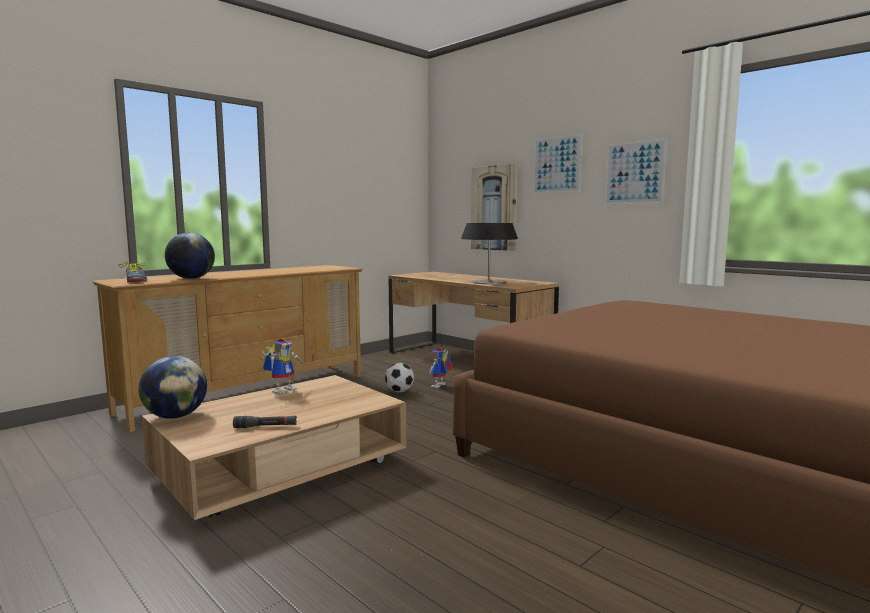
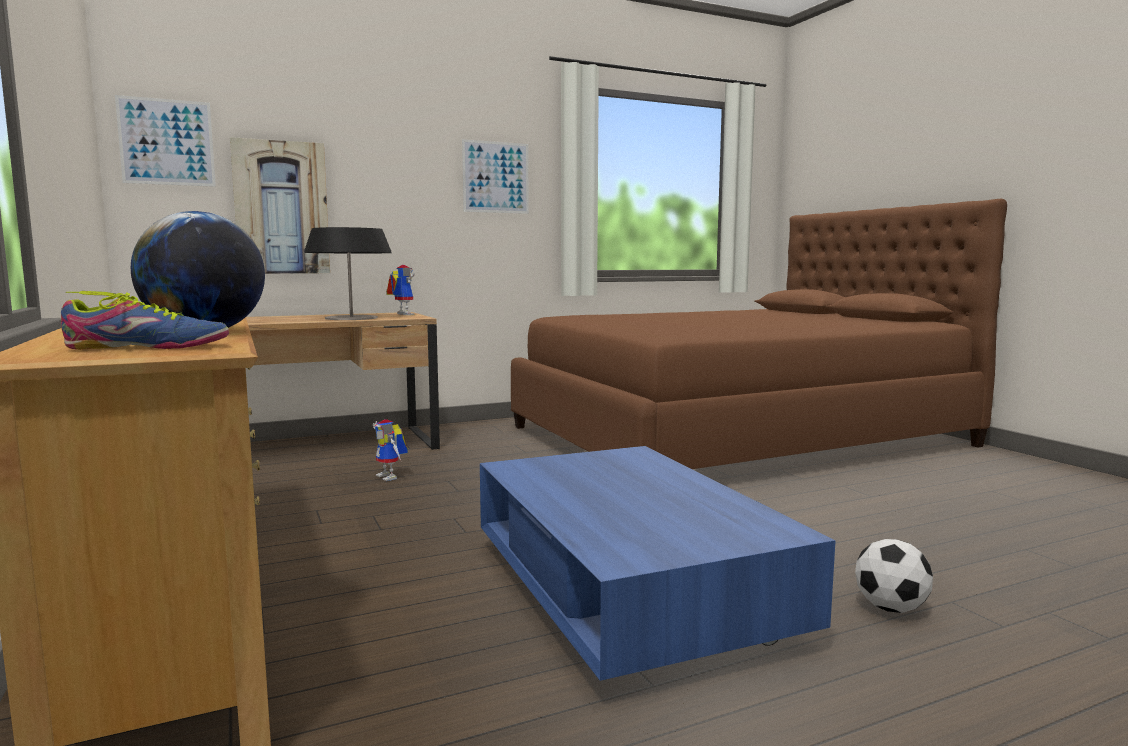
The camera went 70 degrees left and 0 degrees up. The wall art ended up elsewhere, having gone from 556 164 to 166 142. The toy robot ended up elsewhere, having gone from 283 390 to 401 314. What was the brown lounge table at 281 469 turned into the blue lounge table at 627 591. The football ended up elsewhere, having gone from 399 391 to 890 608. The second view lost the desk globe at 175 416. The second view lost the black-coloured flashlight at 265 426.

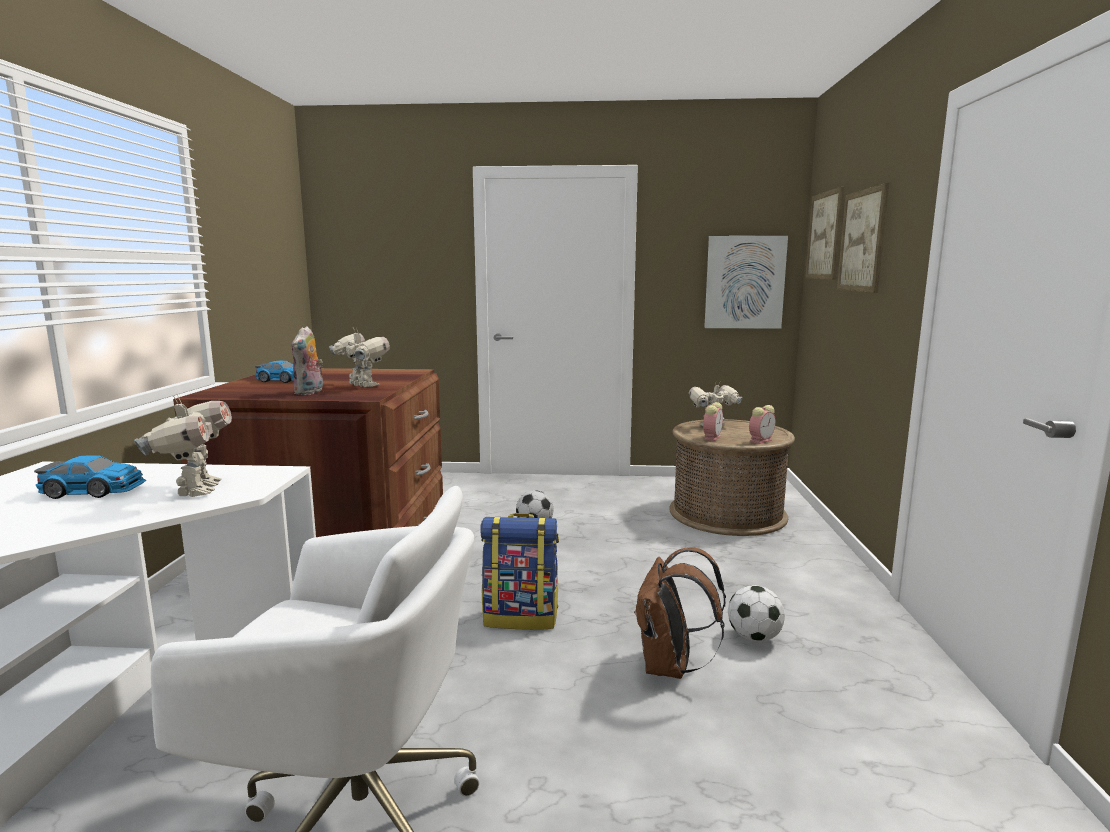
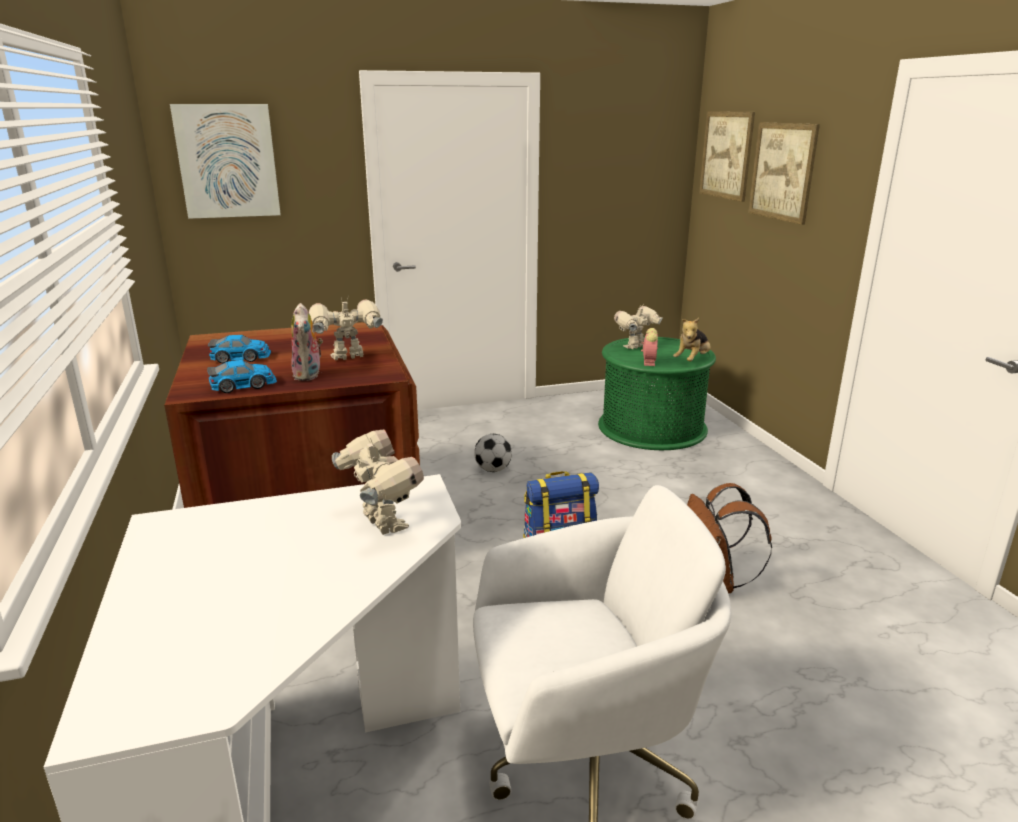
The camera went 20 degrees left and 10 degrees up. The wall art ended up elsewhere, having gone from 744 282 to 227 161. The model car ended up elsewhere, having gone from 94 491 to 244 385. The toy robot at 362 386 ended up facing another way, 45 degrees counterclockwise from before. What was the brown lounge table at 727 514 turned into the green-coloured lounge table at 652 428. Where the alarm clock stood at 761 440, the soft toy came to stand at 692 360. The second view lost the football at 753 638.

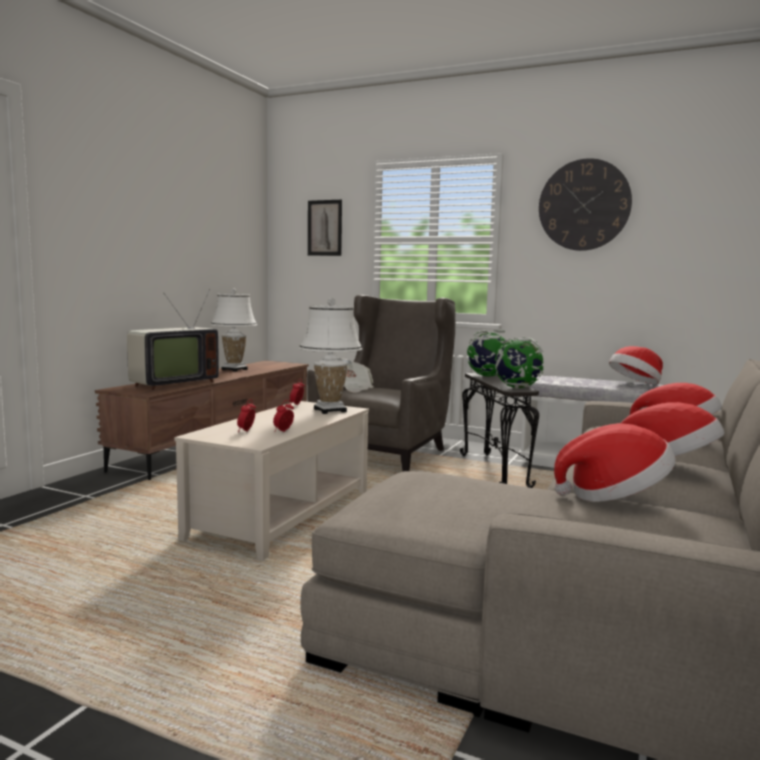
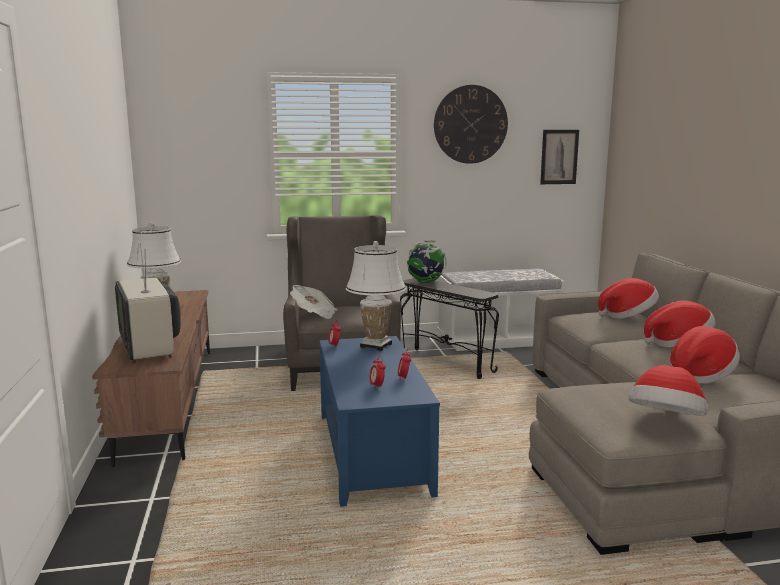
The camera went 35 degrees left and 5 degrees up. The television at 171 383 ended up facing another way, 150 degrees clockwise from before. What was the sand-coloured lounge table at 282 515 turned into the blue lounge table at 372 453. The wall art ended up elsewhere, having gone from 324 228 to 559 157. The wearable hat ended up elsewhere, having gone from 635 384 to 665 421. The second view lost the desk globe at 517 387.

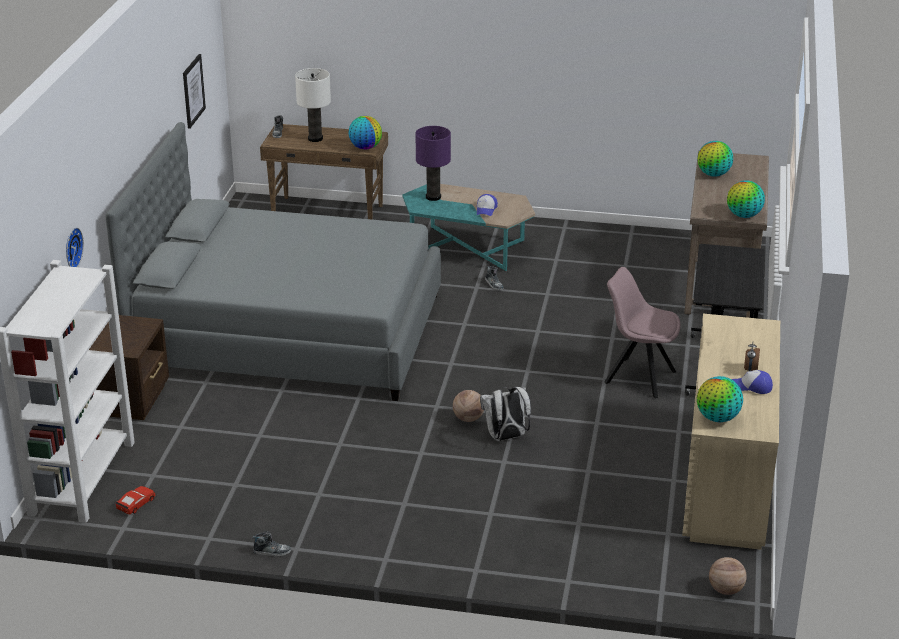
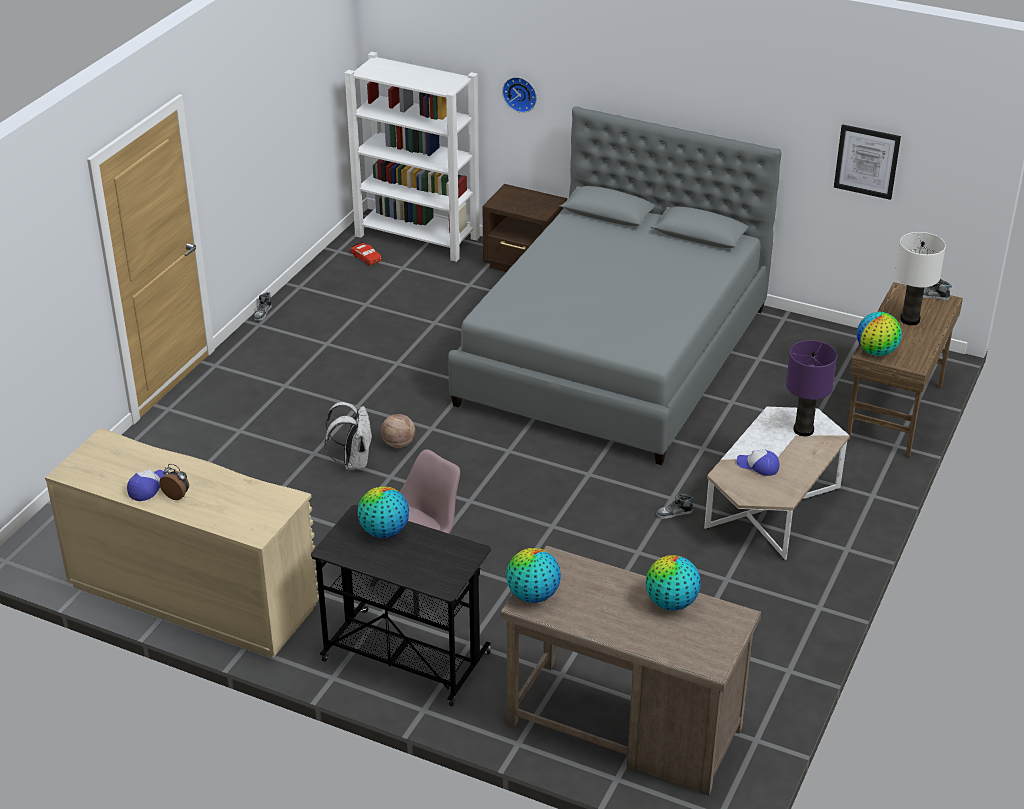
The camera went 105 degrees right and 5 degrees up. The desk globe ended up elsewhere, having gone from 717 418 to 384 532. What was the turquoise-coloured lounge table at 467 249 turned into the whitish lounge table at 773 508. The second view lost the basketball at 726 590.

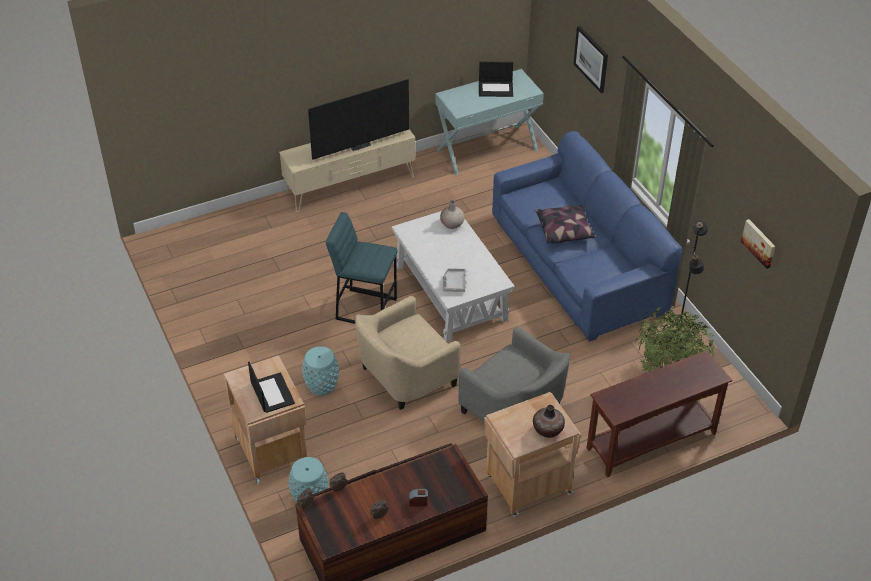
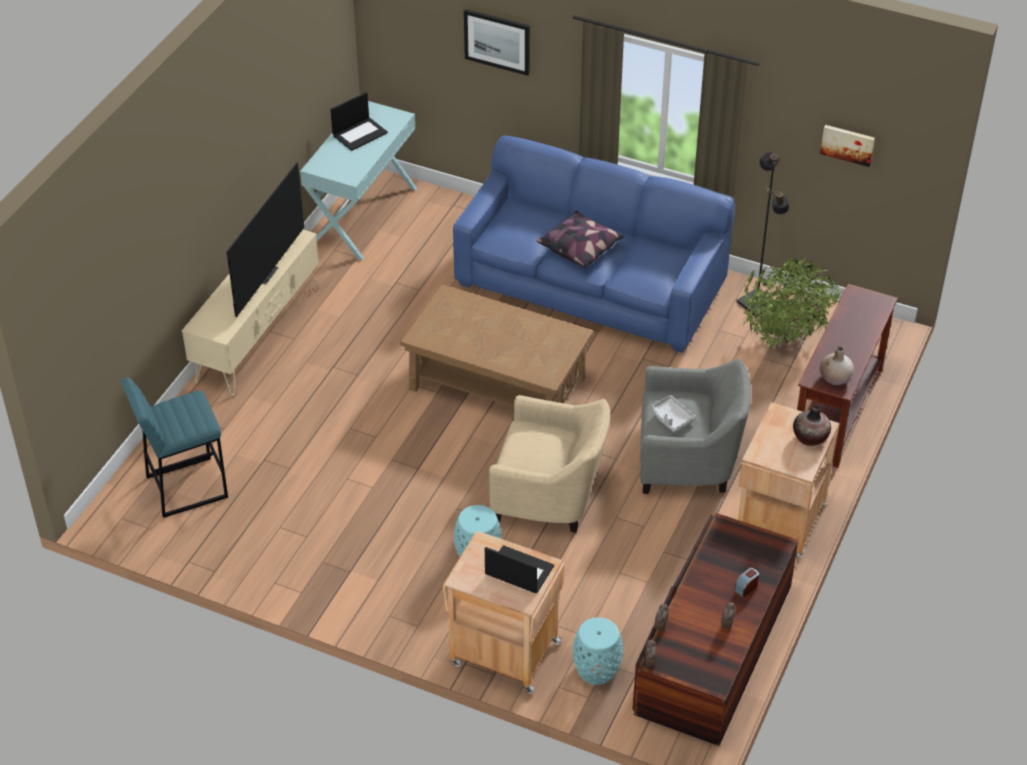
The camera went 40 degrees left and 0 degrees up. The turquoise-coloured sitting stool ended up elsewhere, having gone from 364 309 to 184 487. What was the whitish lounge table at 451 292 turned into the brown lounge table at 498 383. The sand-coloured armchair at 405 376 ended up facing another way, 90 degrees counterclockwise from before. The gray serving tray ended up elsewhere, having gone from 454 283 to 672 418. The sand-coloured flower vase ended up elsewhere, having gone from 452 224 to 835 378.

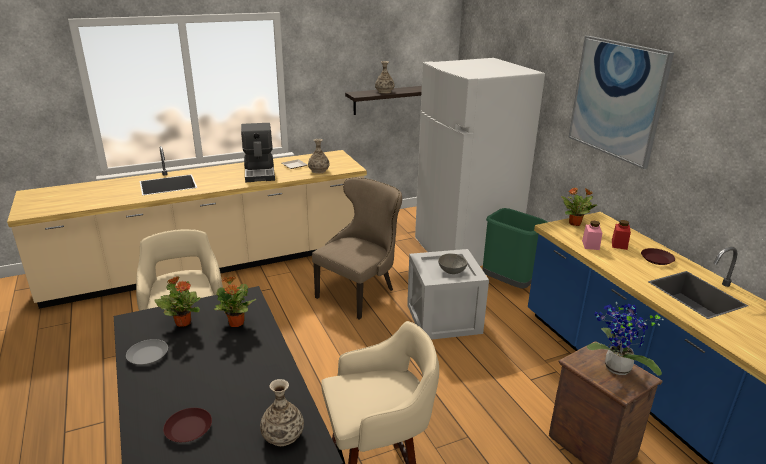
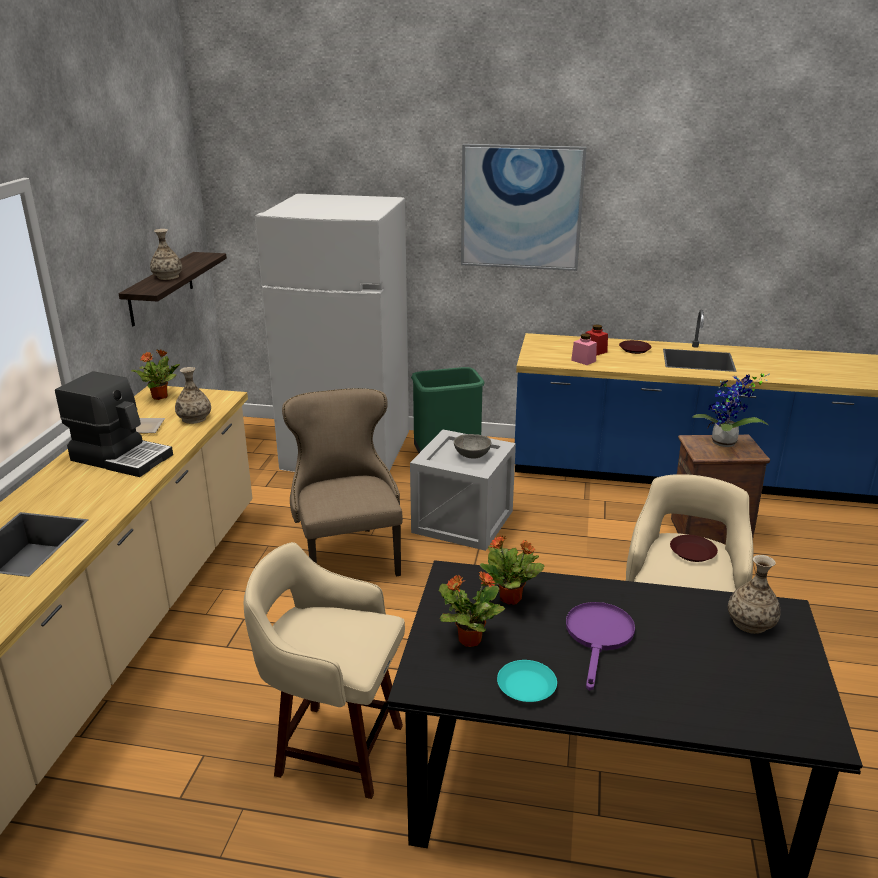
The camera went 55 degrees left and 0 degrees up. The potted plant ended up elsewhere, having gone from 575 223 to 160 396. What was the gray flat dish at 147 356 turned into the turquoise-coloured flat dish at 527 686. The second view gained the purple frying pan at 599 637. The brown flat dish ended up elsewhere, having gone from 189 428 to 692 552.

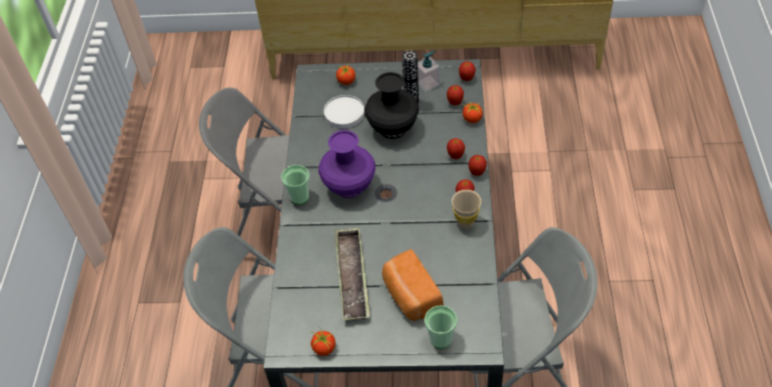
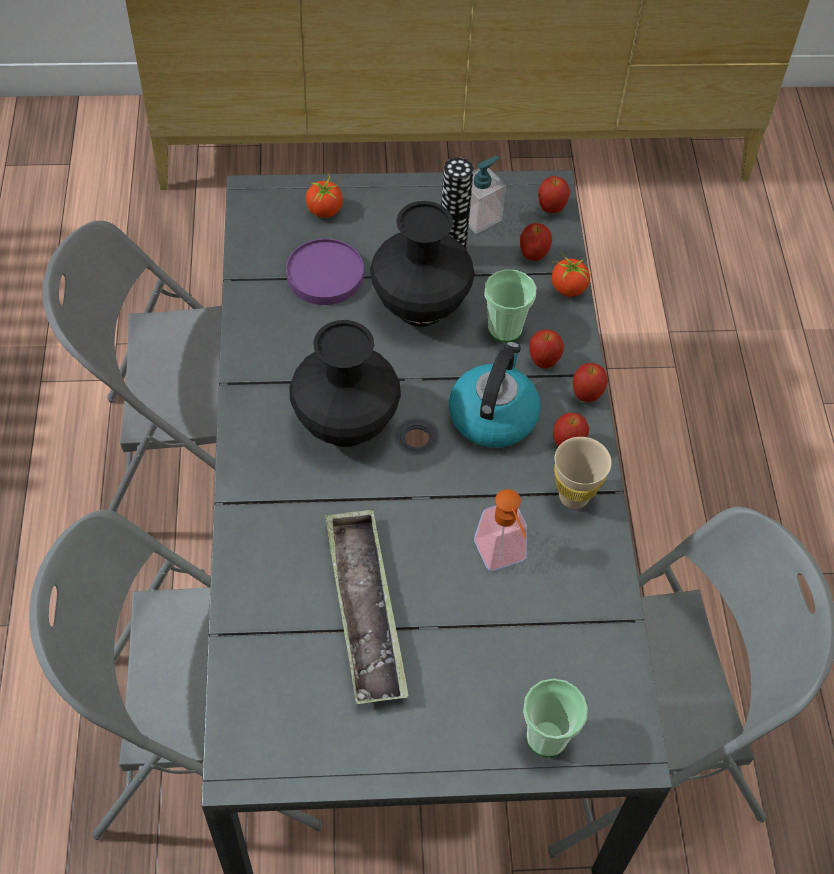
The camera went 10 degrees left and 5 degrees up. What was the whitish flat dish at 344 113 turned into the purple flat dish at 325 275. What was the purple flower vase at 349 186 turned into the black-coloured flower vase at 345 422. The second view gained the tea kettle at 492 415. The second view gained the liquid soap bottle at 503 558. The drinking cup ended up elsewhere, having gone from 299 197 to 505 329. The second view lost the whole tomato at 324 348. The second view lost the bread at 410 296.

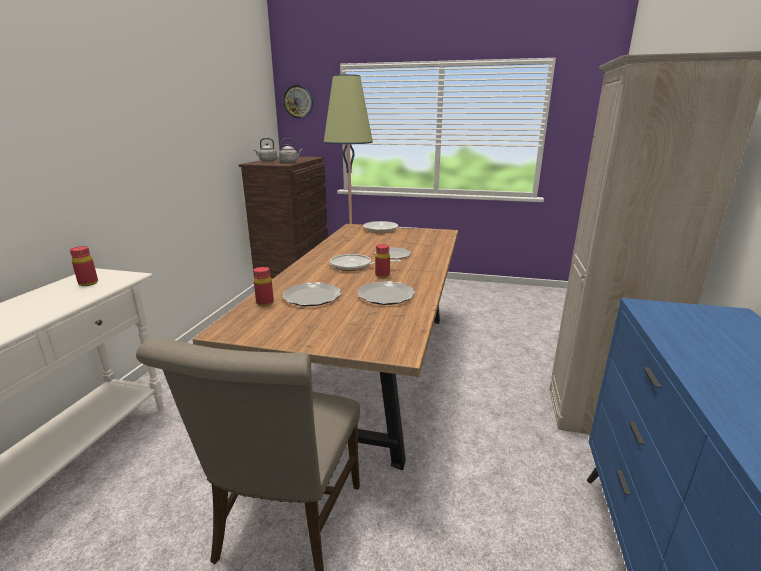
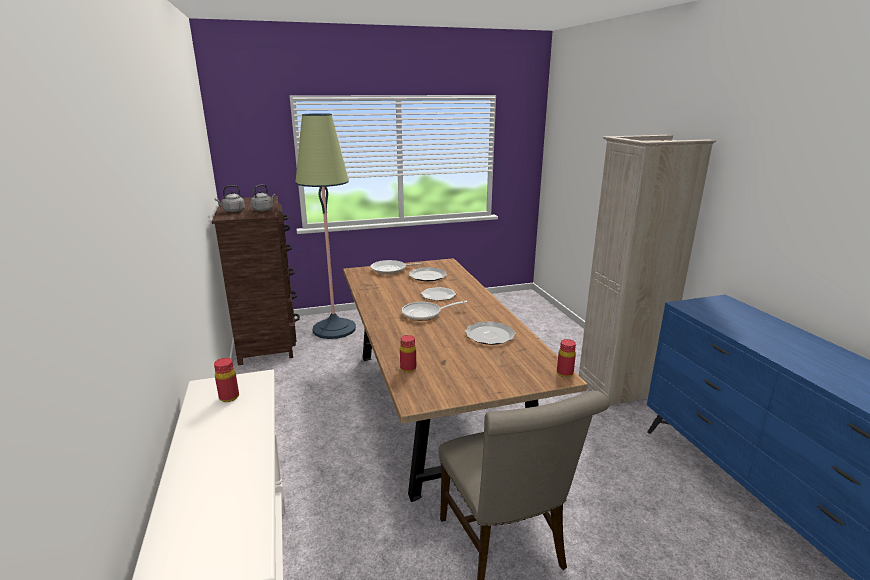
The camera went 30 degrees left and 0 degrees up. The flat dish ended up elsewhere, having gone from 311 297 to 427 276. The reddish beverage bottle ended up elsewhere, having gone from 382 276 to 564 373. The second view lost the hanging clock at 298 102.

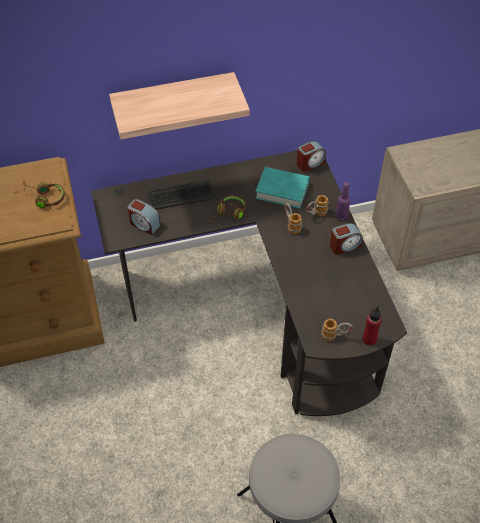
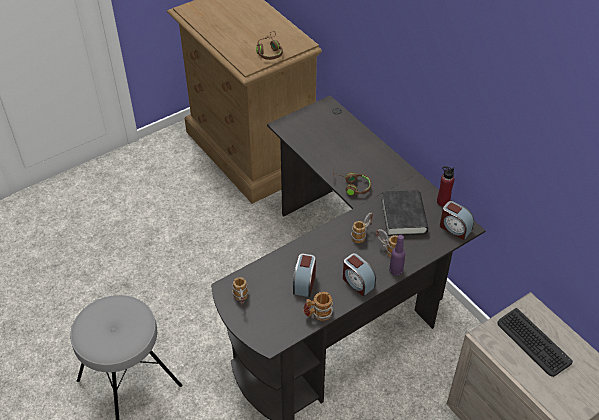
The camera went 70 degrees right and 5 degrees down. The alarm clock ended up elsewhere, having gone from 144 224 to 304 283. The second view gained the coffee mug at 318 314. What was the turquoise-coloured book at 282 190 turned into the black-coloured book at 403 216. The reddish beverage bottle ended up elsewhere, having gone from 369 339 to 443 202. The keyboard ended up elsewhere, having gone from 180 196 to 533 343. The second view lost the wall shelf at 174 101.

